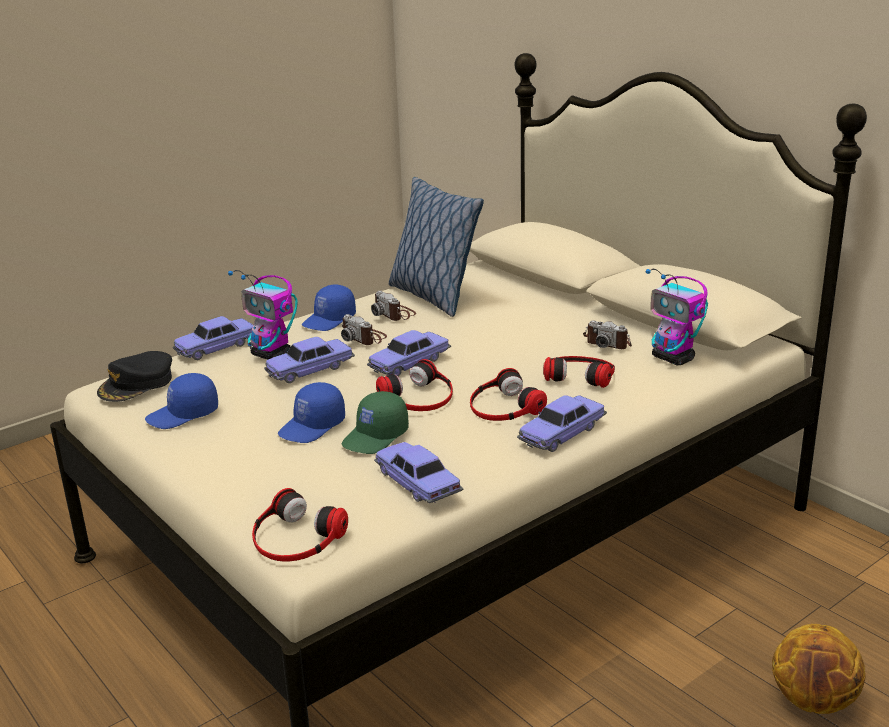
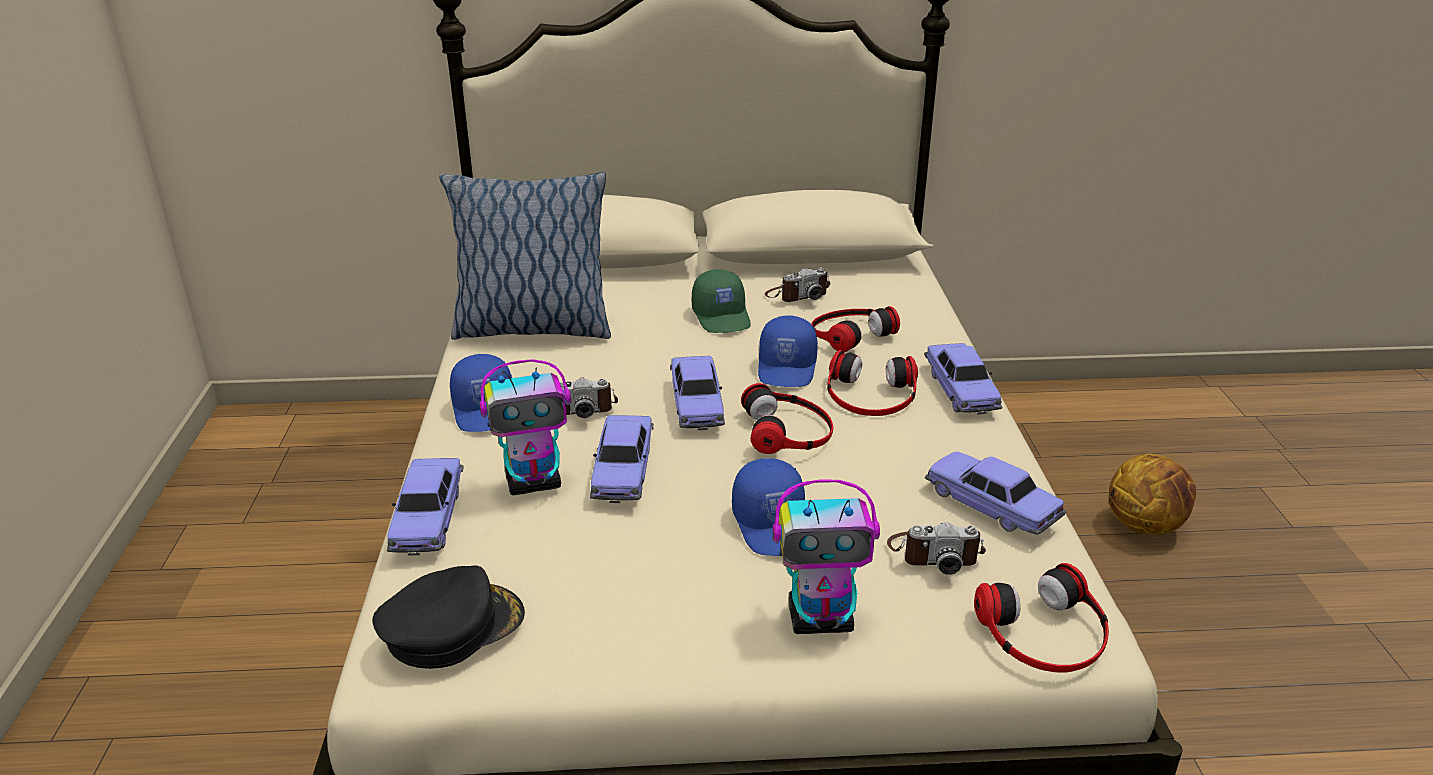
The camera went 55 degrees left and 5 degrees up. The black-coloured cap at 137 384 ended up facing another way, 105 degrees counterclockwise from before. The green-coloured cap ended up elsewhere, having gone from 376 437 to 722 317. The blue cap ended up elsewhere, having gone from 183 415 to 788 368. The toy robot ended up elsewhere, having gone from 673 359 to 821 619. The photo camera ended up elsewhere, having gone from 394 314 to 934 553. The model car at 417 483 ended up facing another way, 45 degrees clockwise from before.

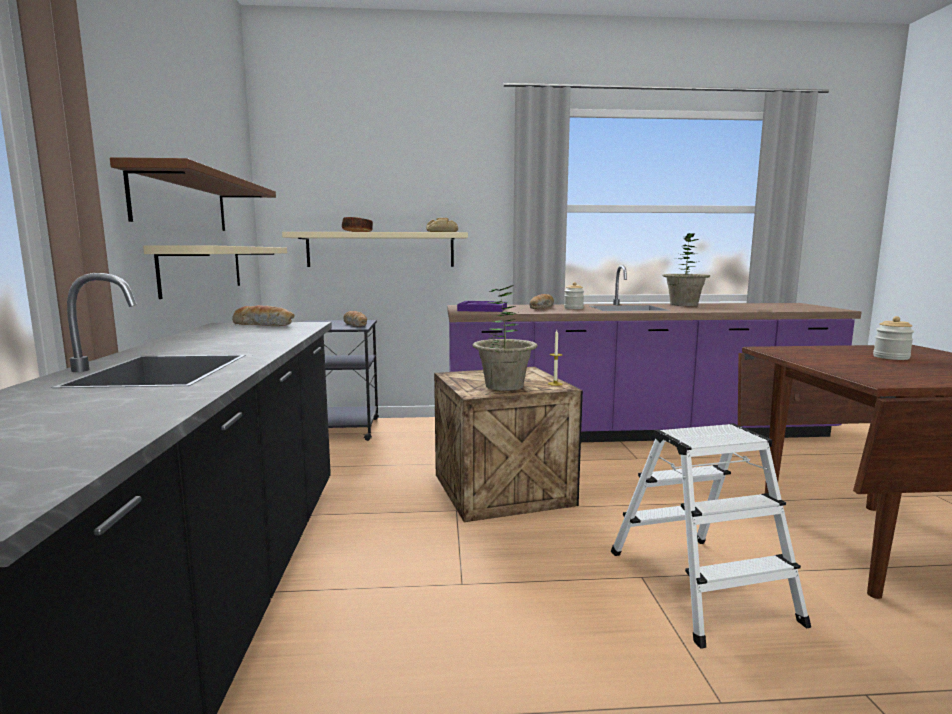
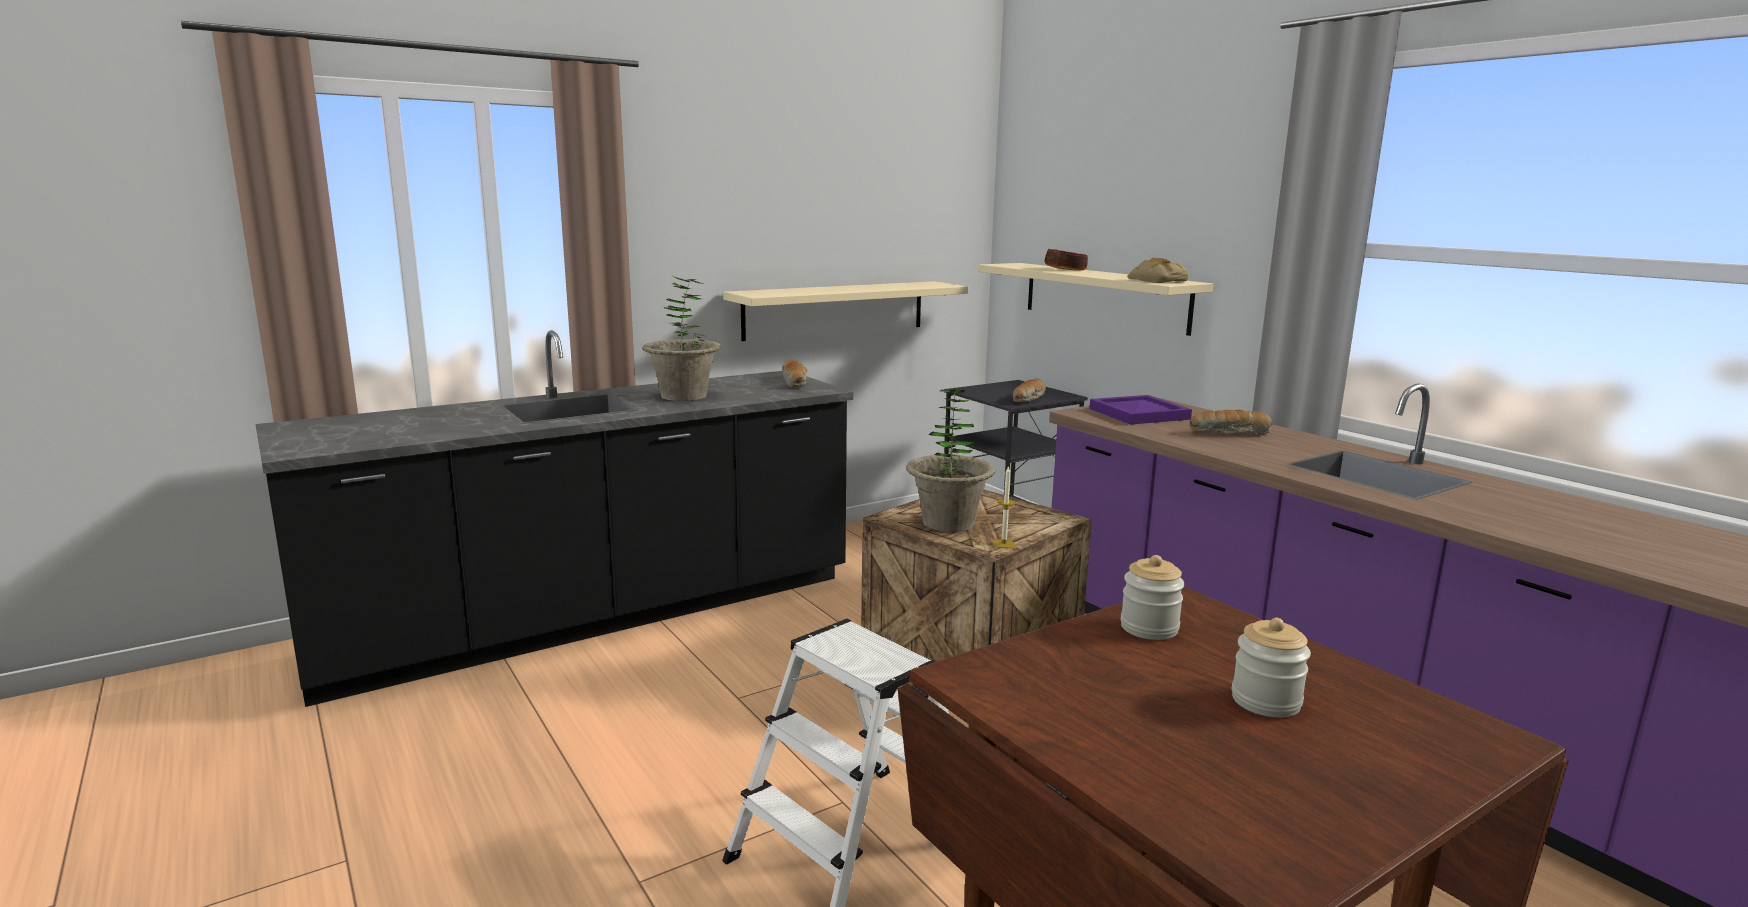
The camera went 60 degrees right and 5 degrees up. The potted plant ended up elsewhere, having gone from 684 304 to 684 396. The storage jar ended up elsewhere, having gone from 573 308 to 1149 628. The second view lost the brown wall shelf at 182 202.

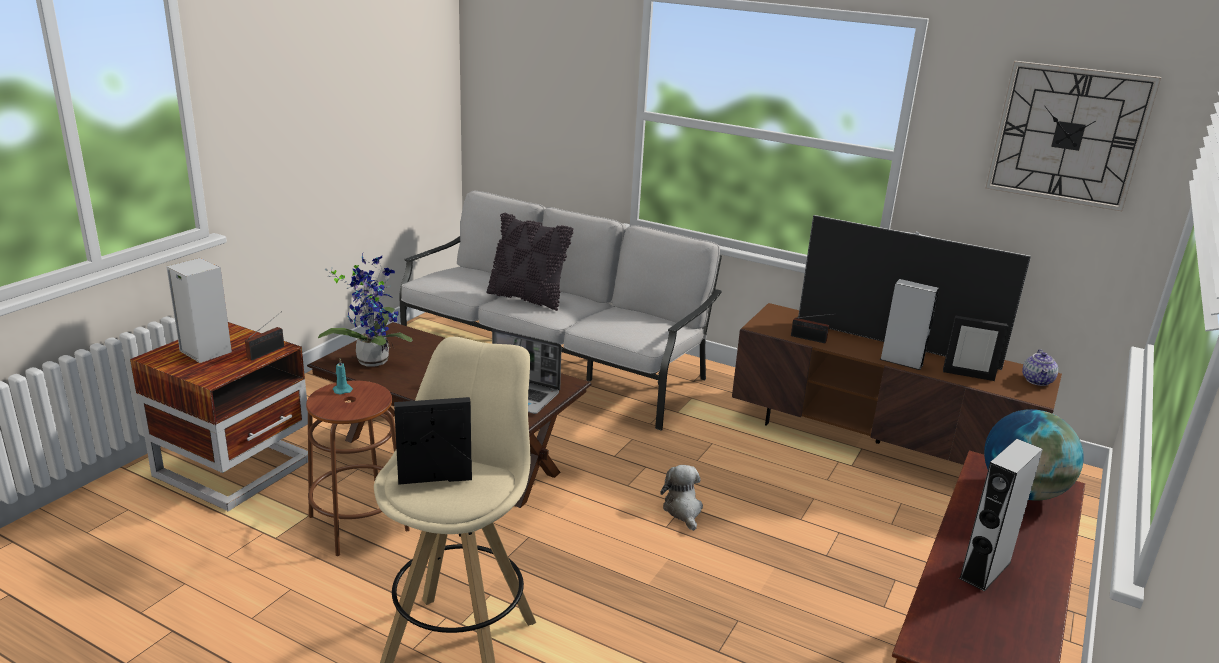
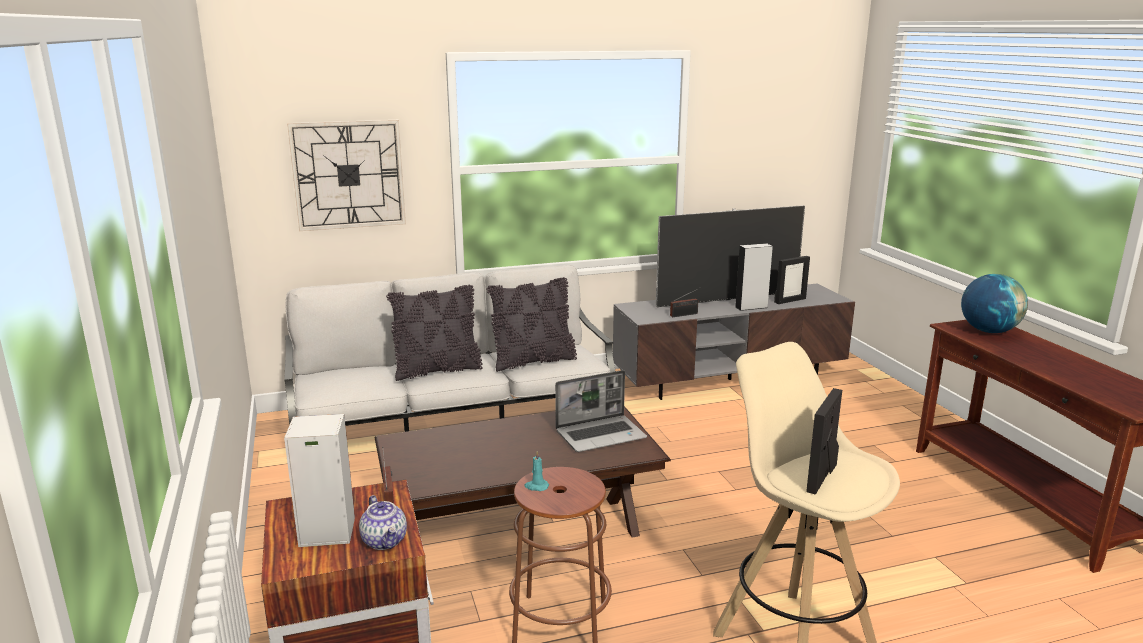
The camera went 45 degrees left and 5 degrees down. The hanging clock ended up elsewhere, having gone from 1068 135 to 348 175. The teapot ended up elsewhere, having gone from 1037 381 to 385 541. The second view gained the black-coloured pillow at 533 361. What was the brown tv unit at 878 442 turned into the gray tv unit at 729 379. The second view lost the potted plant at 373 359. The second view lost the soft toy at 683 510. The second view lost the gray audio speaker at 985 570.

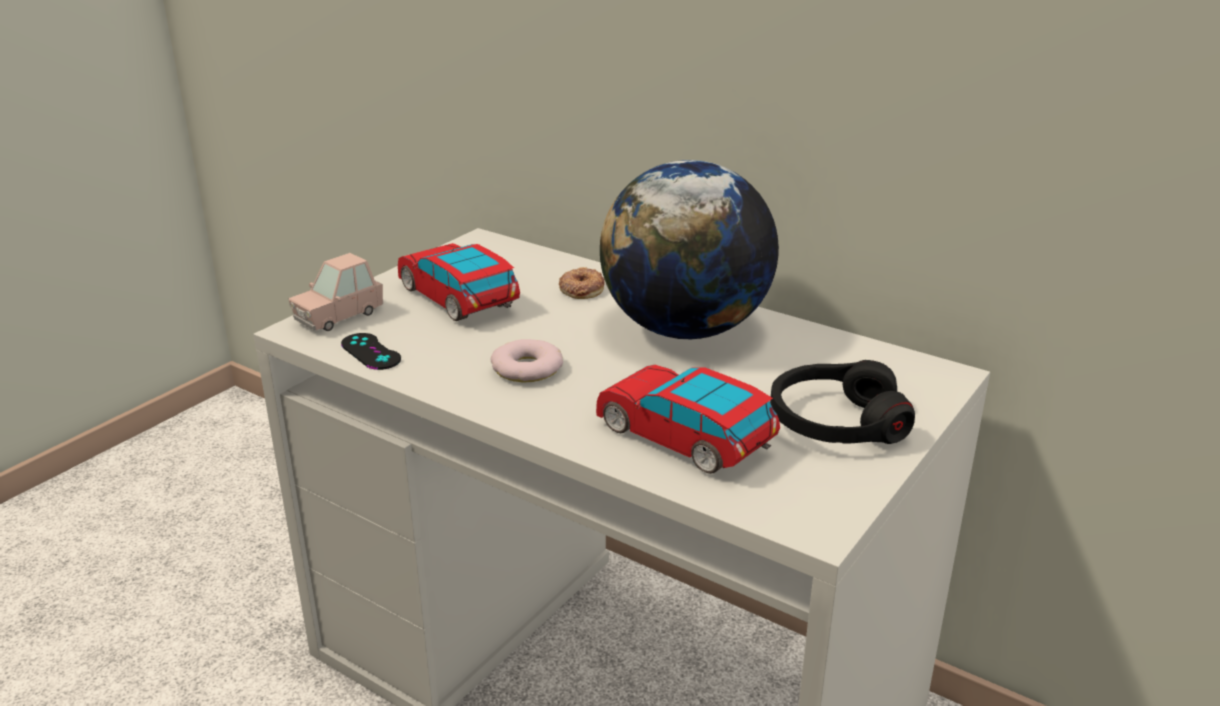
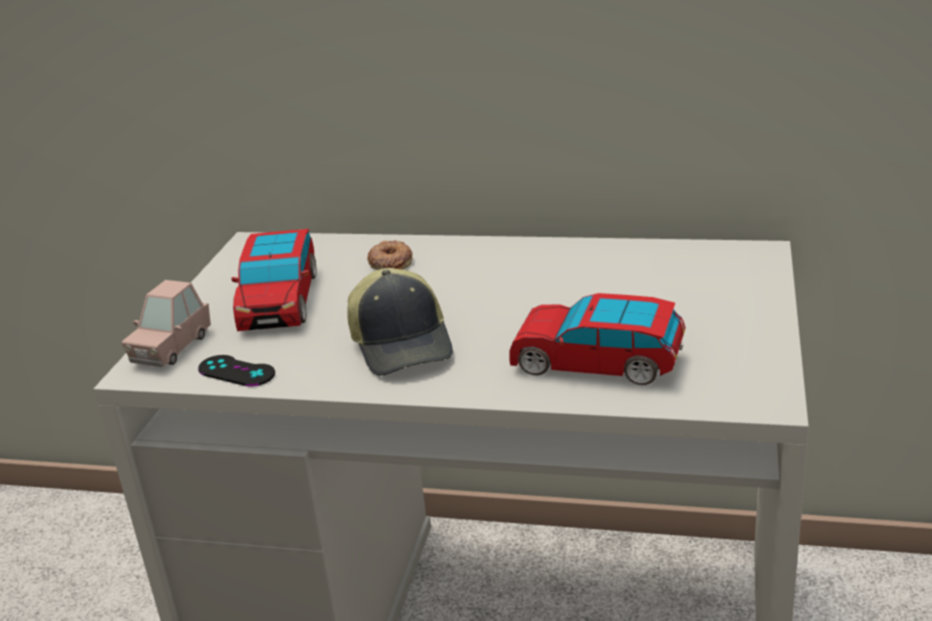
The camera went 20 degrees left and 0 degrees up. The model car at 458 299 ended up facing another way, 120 degrees counterclockwise from before. Where the donut stood at 526 368, the cap came to stand at 403 344. The second view lost the desk globe at 686 329. The second view lost the black-coloured pair of headphones at 836 422.

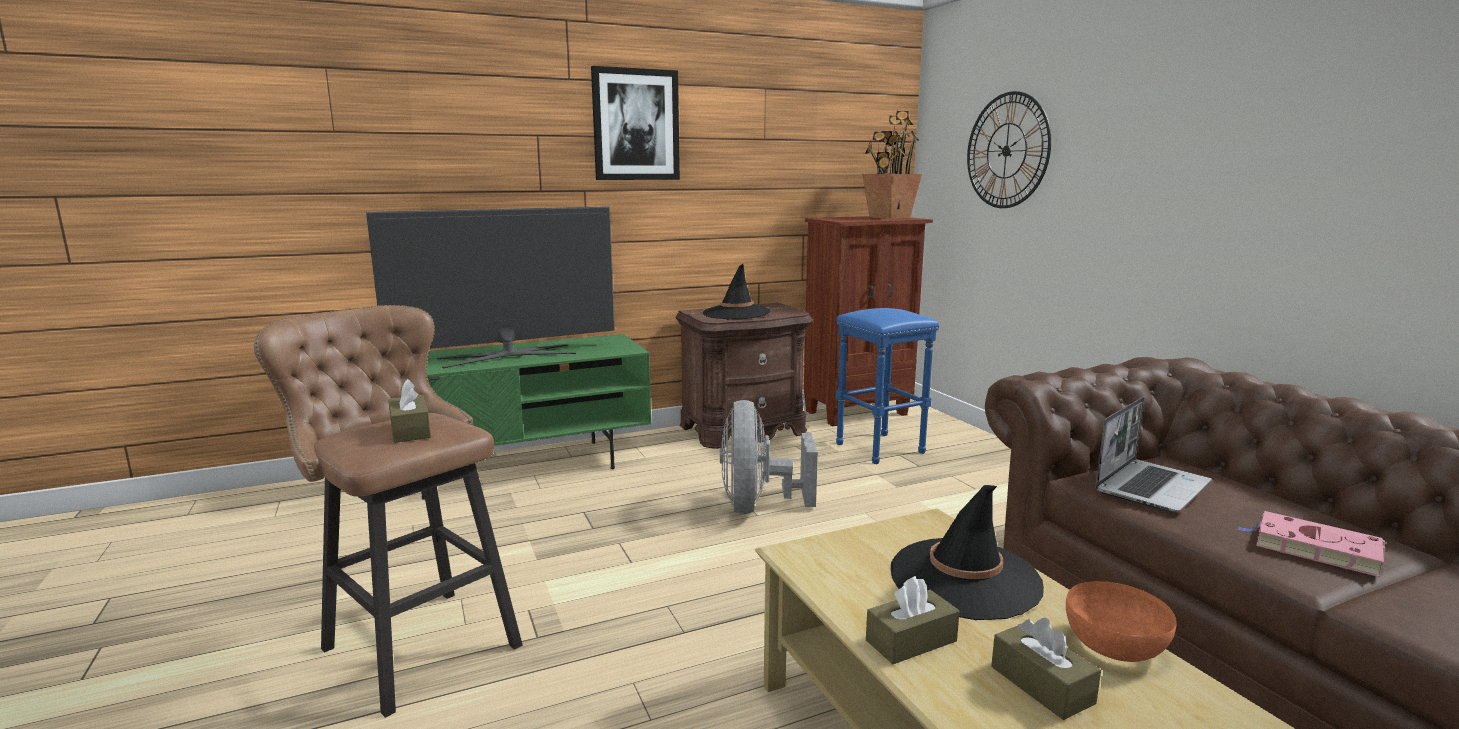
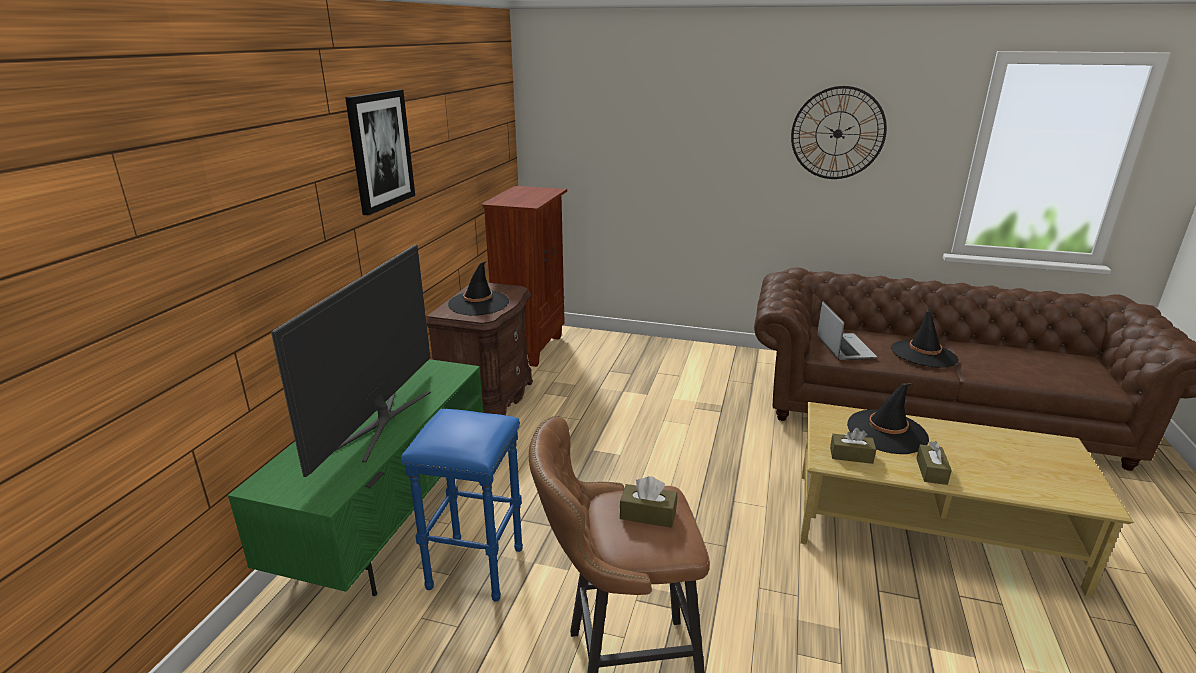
The camera went 50 degrees left and 10 degrees up. The blue sitting stool ended up elsewhere, having gone from 879 448 to 476 569. The hanging clock ended up elsewhere, having gone from 1006 151 to 837 133. The brown box of tissues ended up elsewhere, having gone from 1041 685 to 851 455. Where the pink book stood at 1312 548, the black-coloured wearable hat came to stand at 923 354. The second view lost the gray fan at 757 506. The second view lost the potted plant at 888 217. The second view lost the orange-coloured bowl at 1115 647.

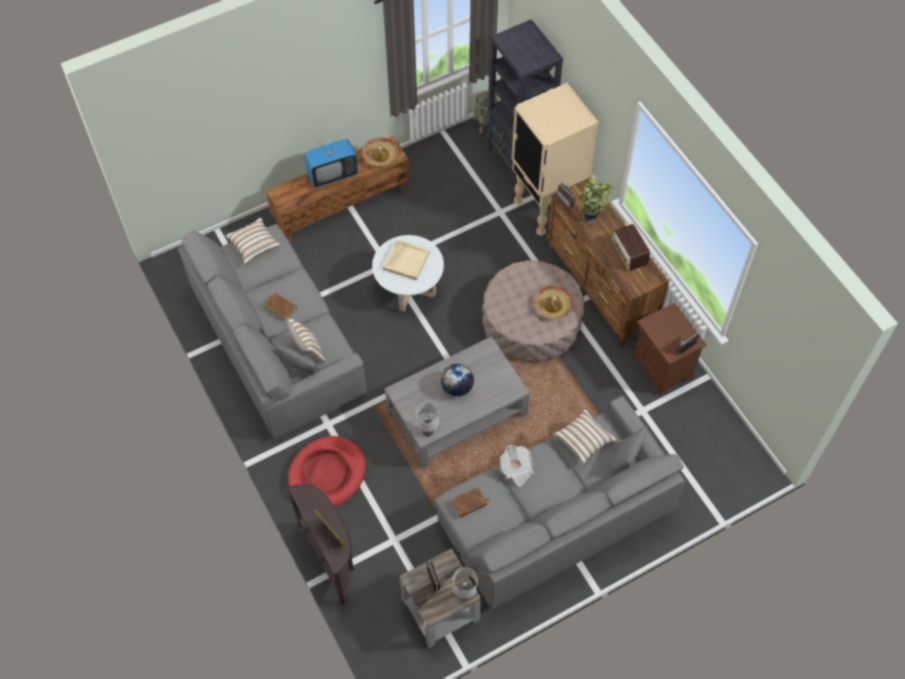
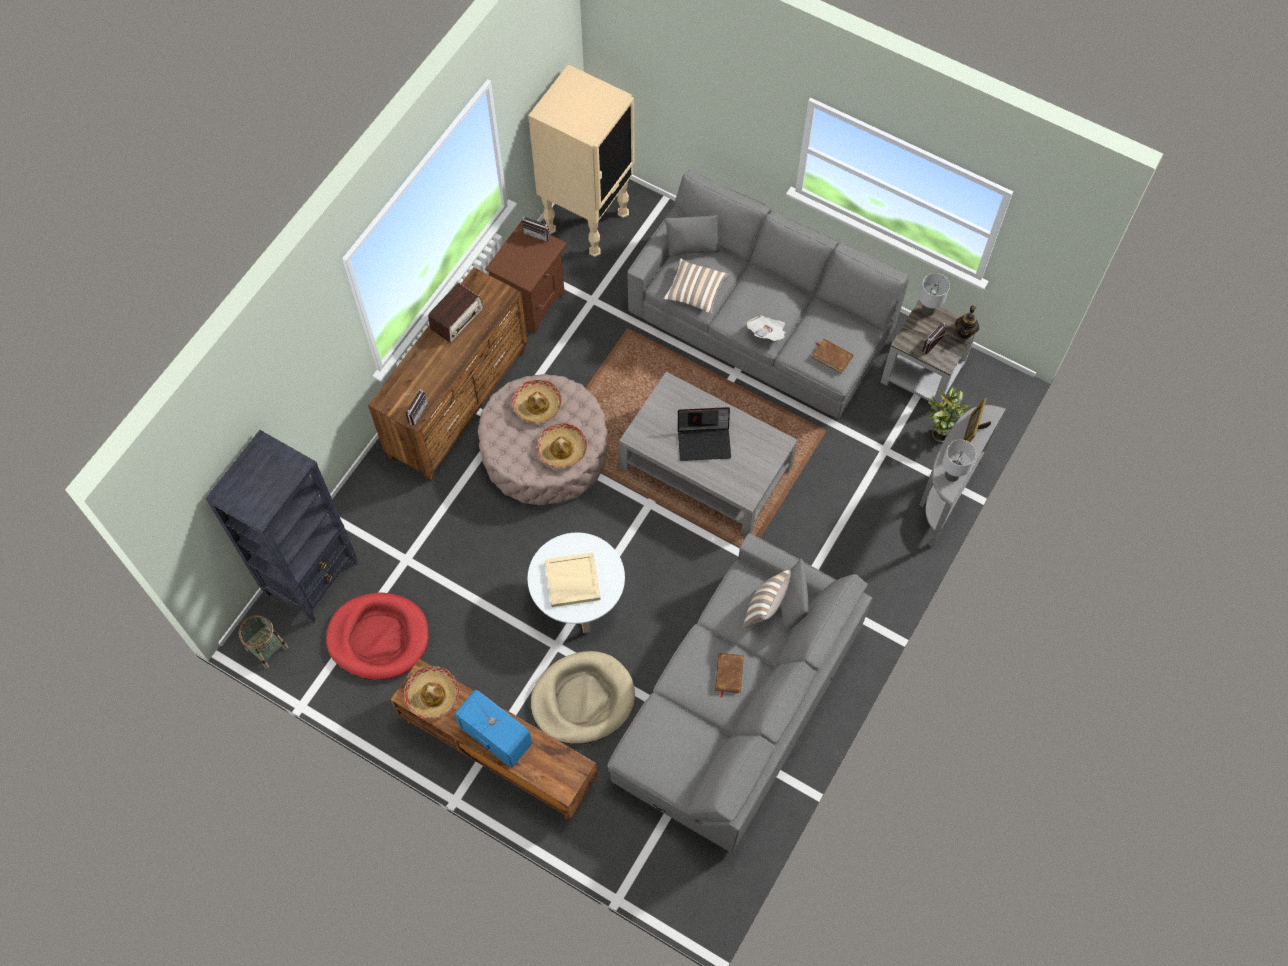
The camera went 120 degrees left and 5 degrees up. The reddish pet bed ended up elsewhere, having gone from 327 474 to 378 637. The sand-coloured cupboard ended up elsewhere, having gone from 547 208 to 588 220. The second view gained the sand-coloured pet bed at 583 699. The second view gained the wearable hat at 562 449. Where the desk globe stood at 457 387, the portable computer came to stand at 704 441. What was the brown narrow table at 331 558 turned into the gray narrow table at 944 496. The potted plant ended up elsewhere, having gone from 592 217 to 939 433. The whitish lamp for a table ended up elsewhere, having gone from 428 432 to 951 475. The second view gained the teapot at 965 331. The second view lost the pillow at 254 245.

